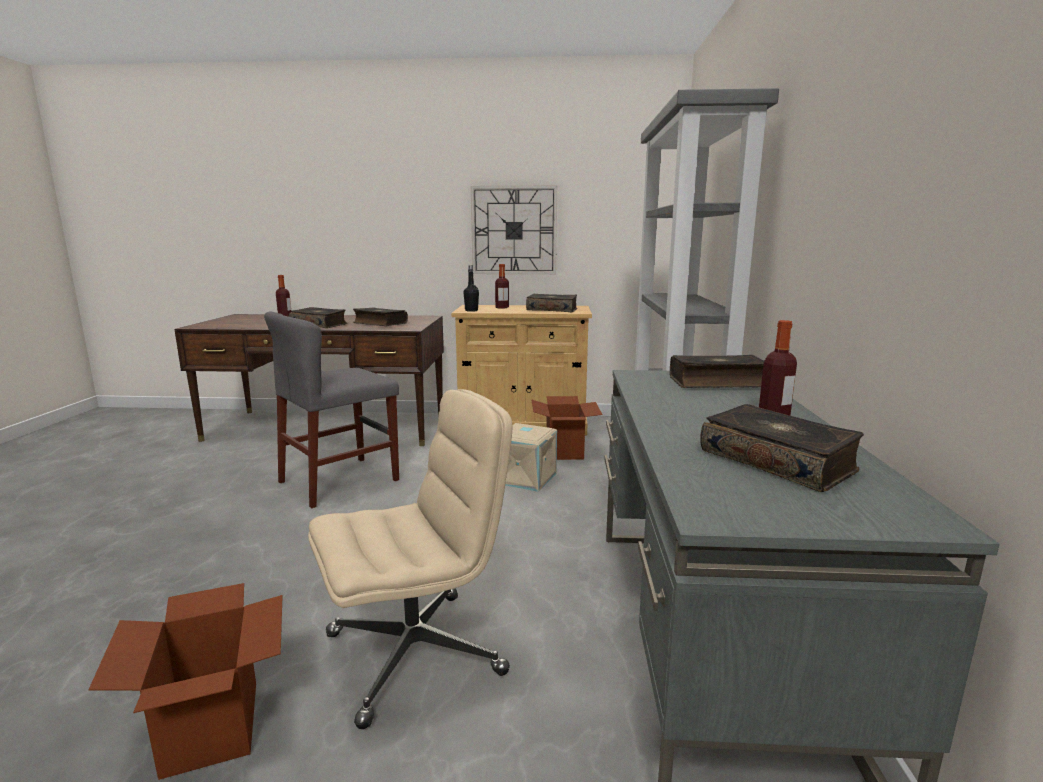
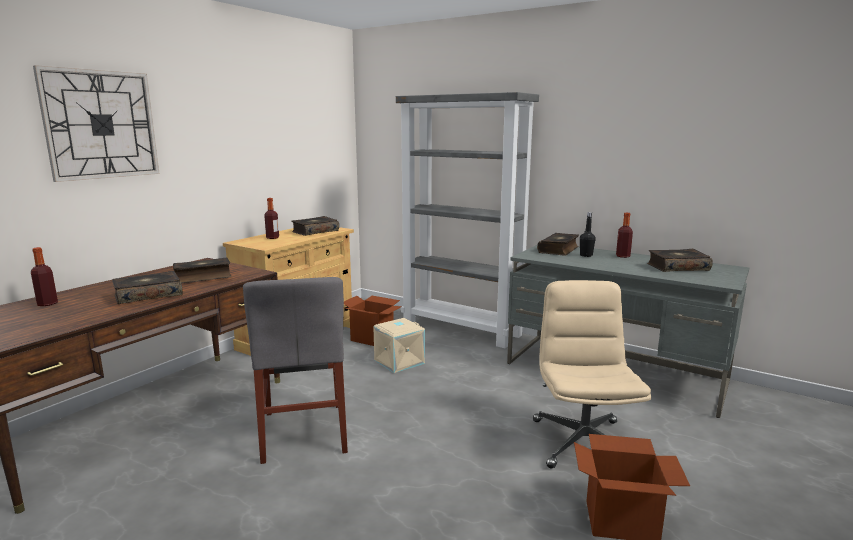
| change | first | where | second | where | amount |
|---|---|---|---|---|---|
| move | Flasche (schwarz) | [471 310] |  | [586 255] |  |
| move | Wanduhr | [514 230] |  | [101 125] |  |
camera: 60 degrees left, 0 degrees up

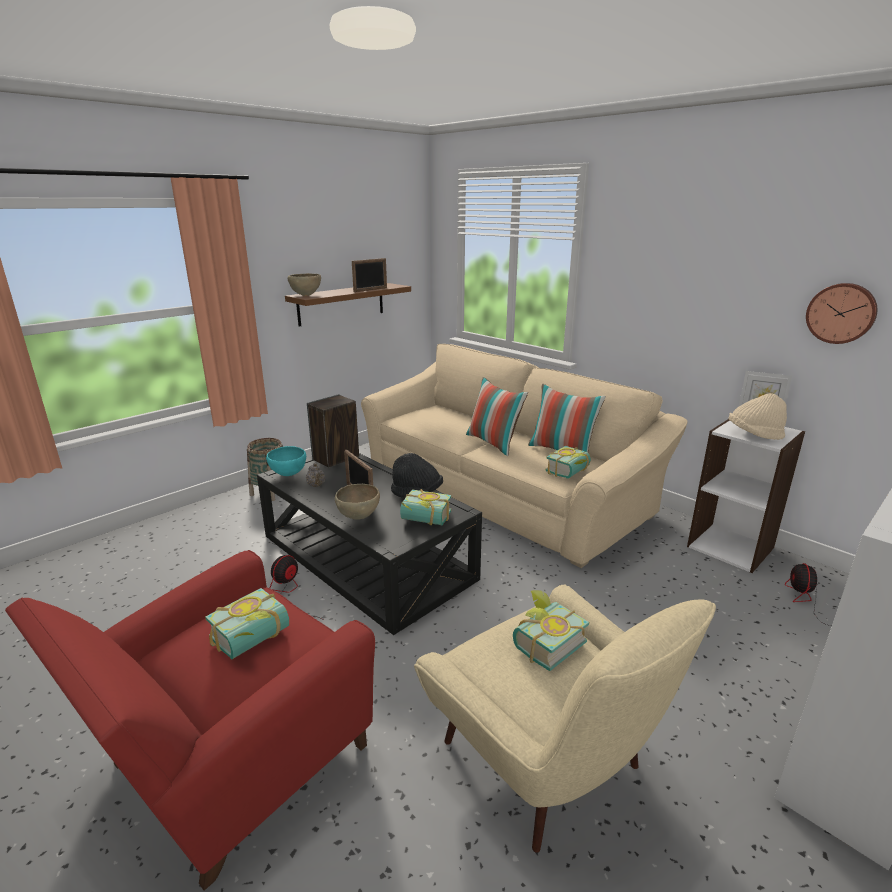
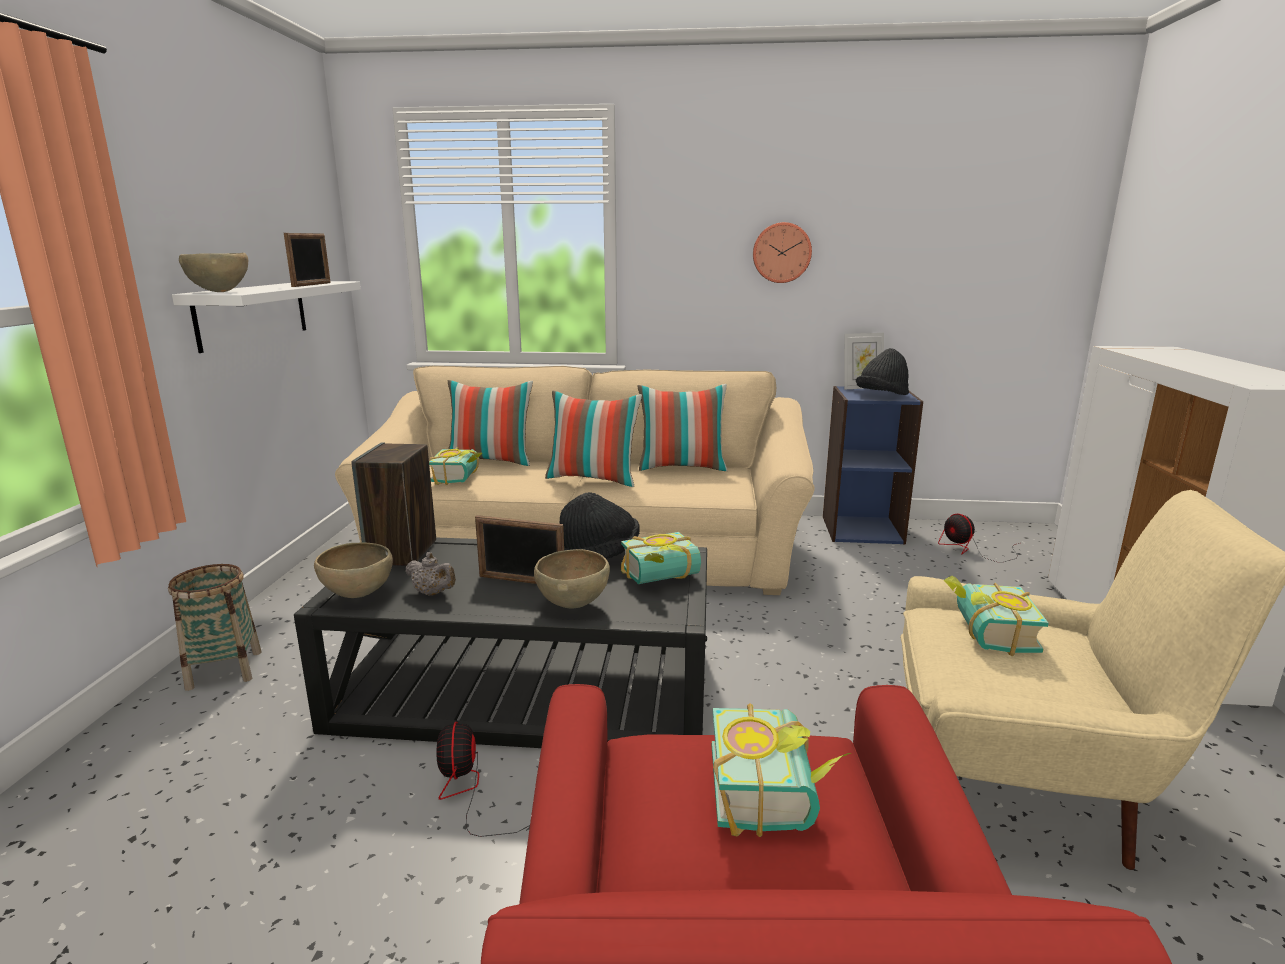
| change | first | where | second | where | amount |
|---|---|---|---|---|---|
| recolor | Schüssel (türkis) | [288 475] | Schüssel (braun) | [358 595] |  |
| recolor | Wandregal (braun) | [341 304] | Wandregal (weiß) | [253 313] |  |
| move | Buch | [571 472] |  | [461 478] |  |
| recolor | Bücherregal (weiß) | [731 547] | Bücherregal (blau) | [862 529] |  |
| recolor | Hut (beige) | [754 435] | Hut (schwarz) | [882 396] |  |
| move | Wanduhr | [841 313] |  | [781 252] |  |
| insert |  |  | Kissen | [491 461] |  |
camera: 40 degrees left, 5 degrees down

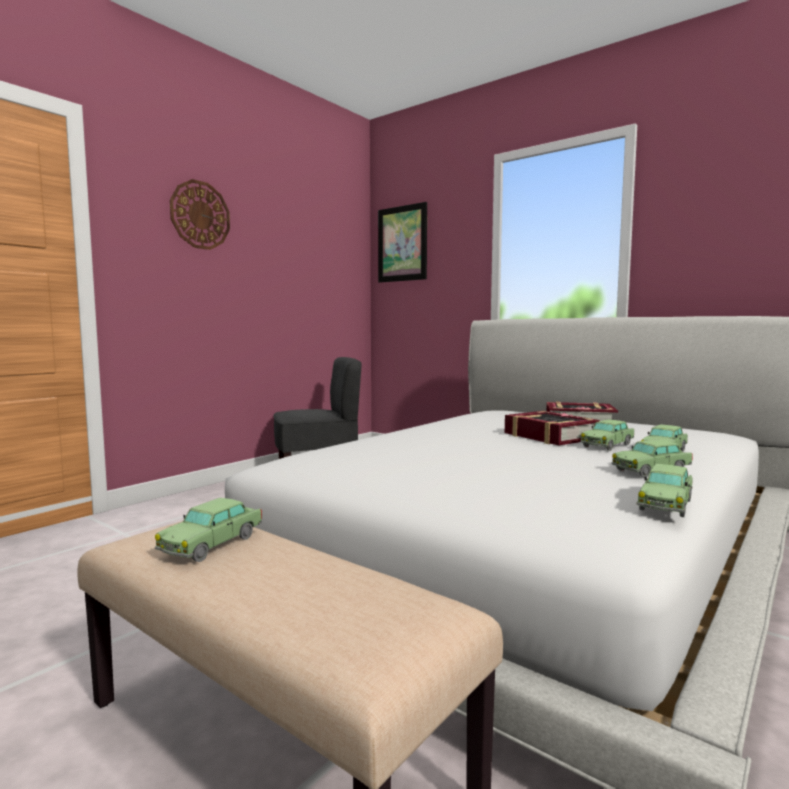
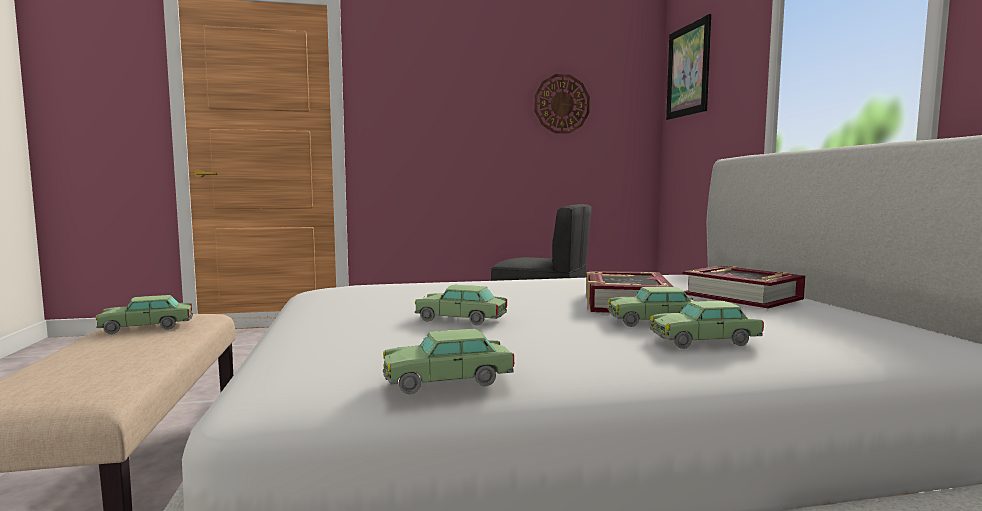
| change | first | where | second | where | amount |
|---|---|---|---|---|---|
| move | Wanduhr | [200 215] |  | [561 104] |  |
| move | Spielzeugauto | [651 471] |  | [461 319] |  |
camera: 40 degrees right, 0 degrees up

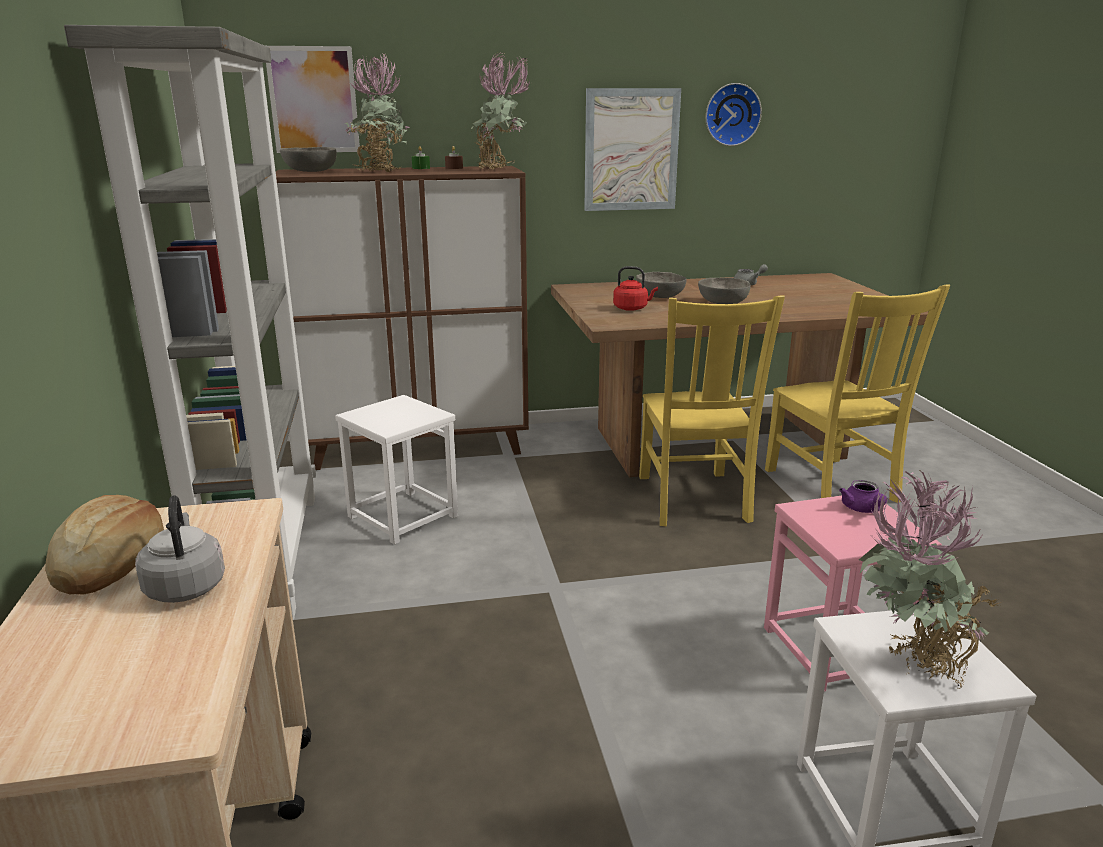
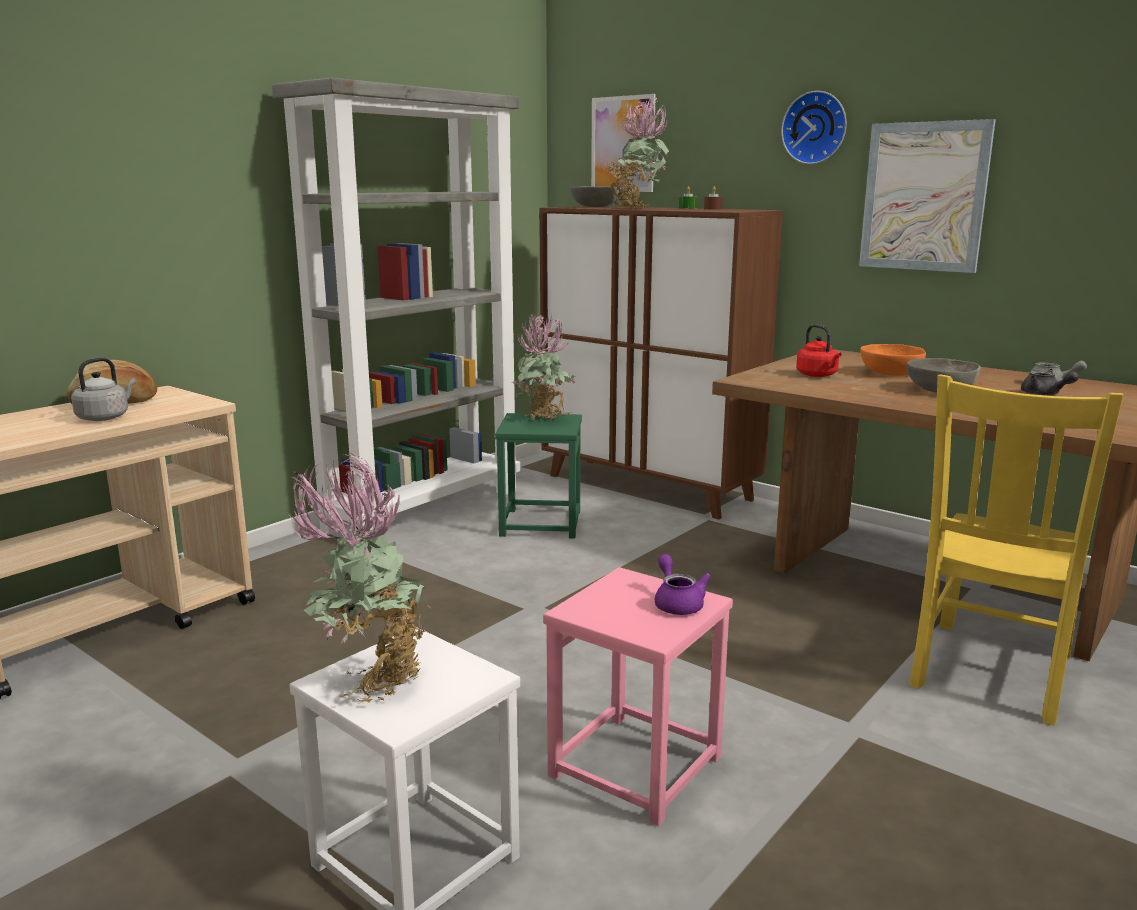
| change | first | where | second | where | amount |
|---|---|---|---|---|---|
| recolor | Hocker (weiß) | [402 516] | Hocker (grün) | [540 523] |  |
| move | Topfpflanze | [501 170] |  | [544 421] |  |
| recolor | Schüssel (grau) | [659 296] | Schüssel (orange) | [889 373] |  |
| delete | Stuhl (gelb) | [693 500] |  |  |  |
| move | Wanduhr | [731 114] |  | [815 128] |  |
| rotate | Teekanne (lila) | [863 509] |  | [677 603] | 120 degrees clockwise |
| insert |  |  | Teekanne (grau) | [1044 394] |  |
camera: 50 degrees right, 5 degrees down

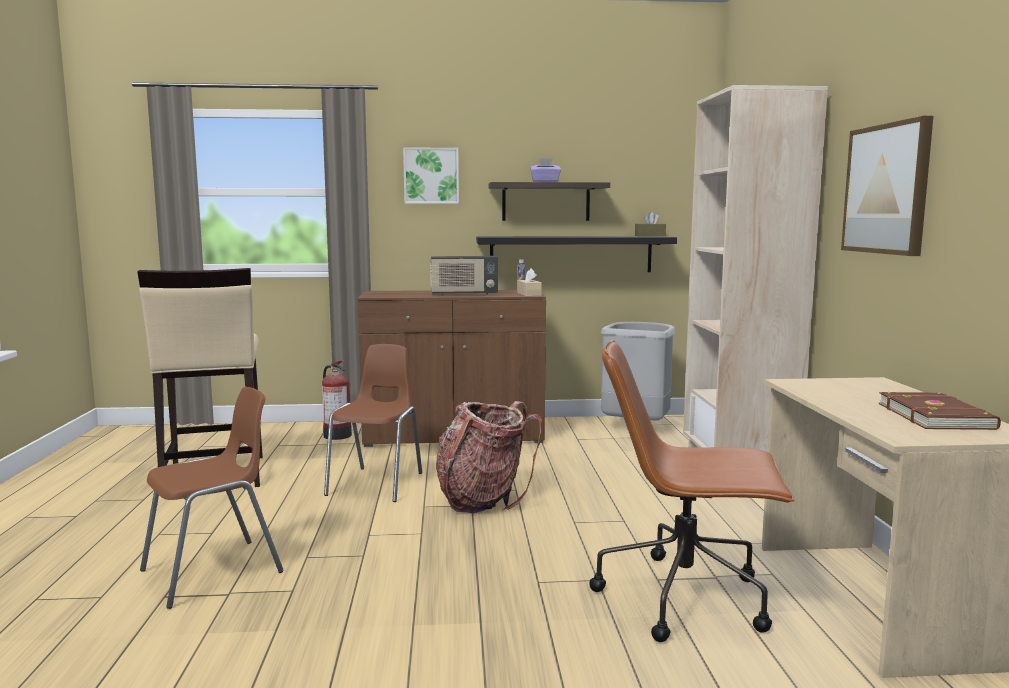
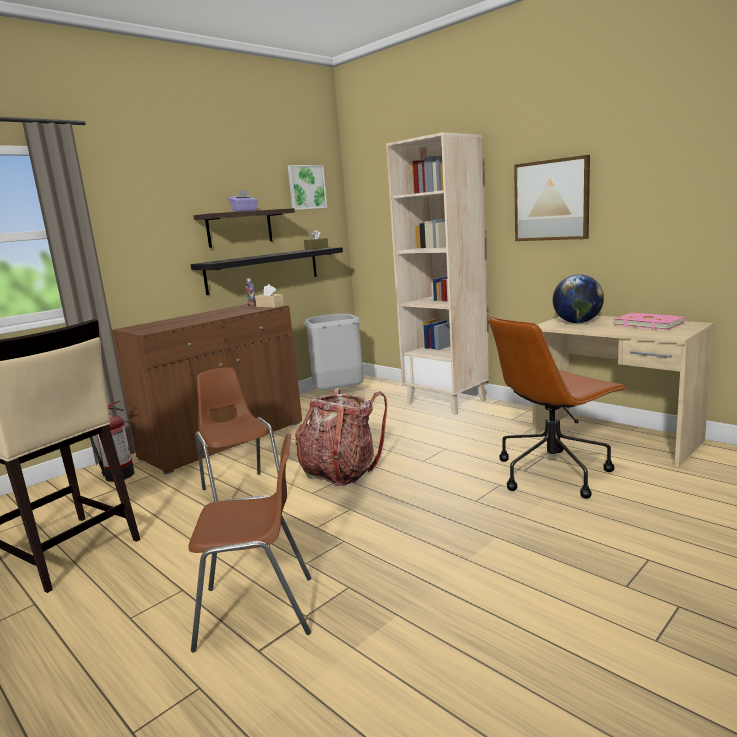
| change | first | where | second | where | amount |
|---|---|---|---|---|---|
| rotate | Stuhl (braun) | [214 572] |  | [257 611] | 75 degrees clockwise |
| move | Bild | [431 176] |  | [306 187] |  |
| delete | Radio | [463 294] |  |  |  |
| recolor | Buch (braun) | [936 416] | Buch (rosa) | [648 324] |  |
| insert |  |  | Globus | [577 322] |  |
camera: 40 degrees left, 5 degrees up

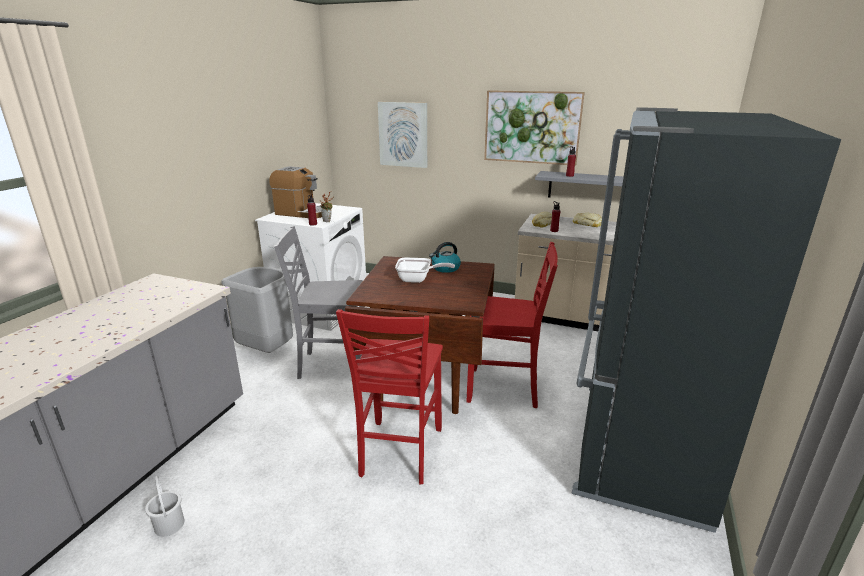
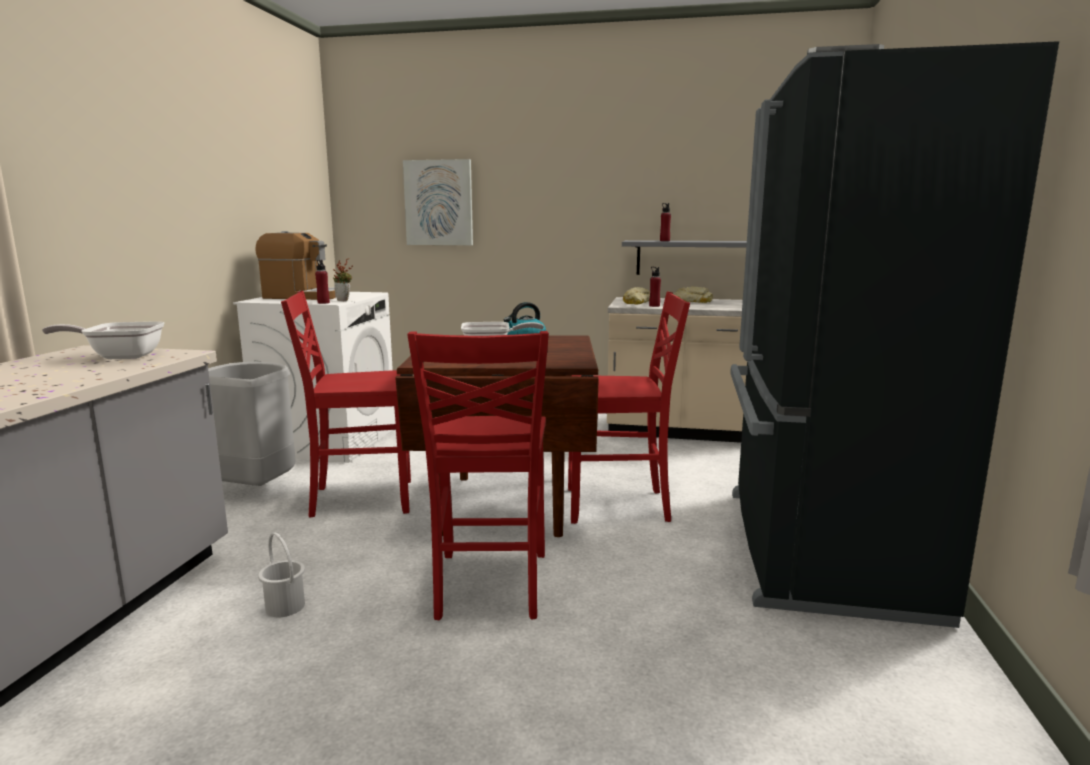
| change | first | where | second | where | amount |
|---|---|---|---|---|---|
| move | Eimer (weiß) | [169 525] |  | [284 607] |  |
| recolor | Stuhl (grau) | [332 365] | Stuhl (rot) | [360 499] |  |
| delete | Bild | [532 127] |  |  |  |
| insert |  |  | Pfanne | [120 356] |  |
camera: 10 degrees left, 10 degrees down

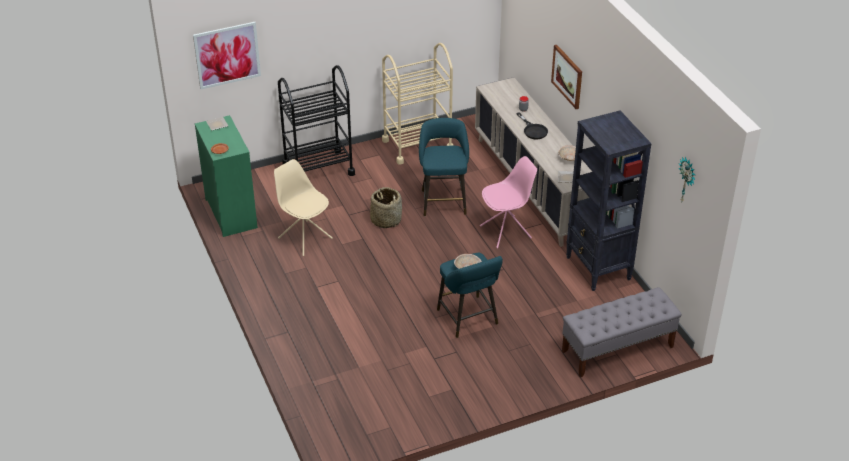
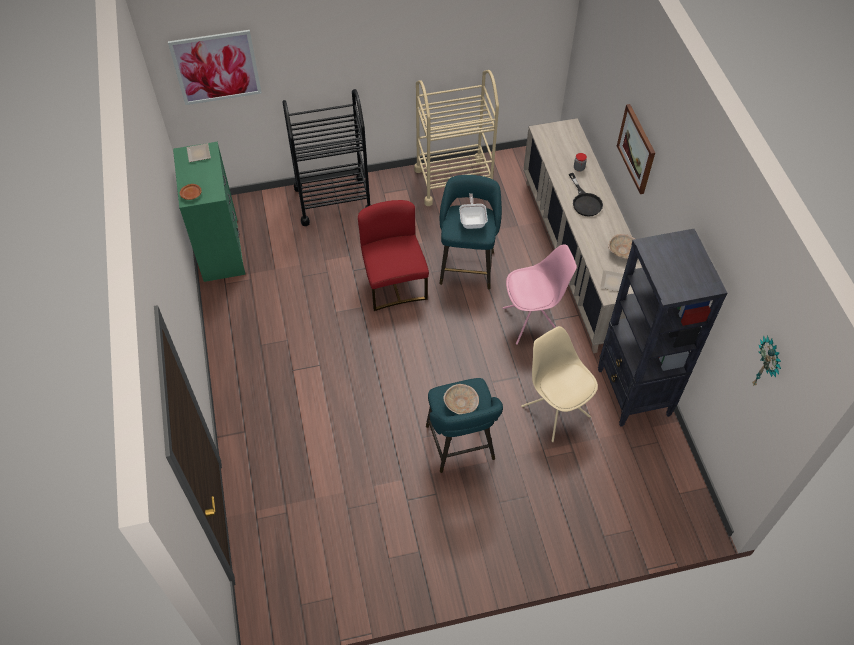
| change | first | where | second | where | amount |
|---|---|---|---|---|---|
| move | Stuhl (beige) | [304 237] |  | [554 410] |  |
| replace | Korb | [386 220] | Stuhl (rot) | [394 283] |  |
| delete | Bank (grau) | [617 349] |  |  |  |
| insert |  |  | Pfanne | [472 220] |  |
camera: 10 degrees right, 15 degrees up

